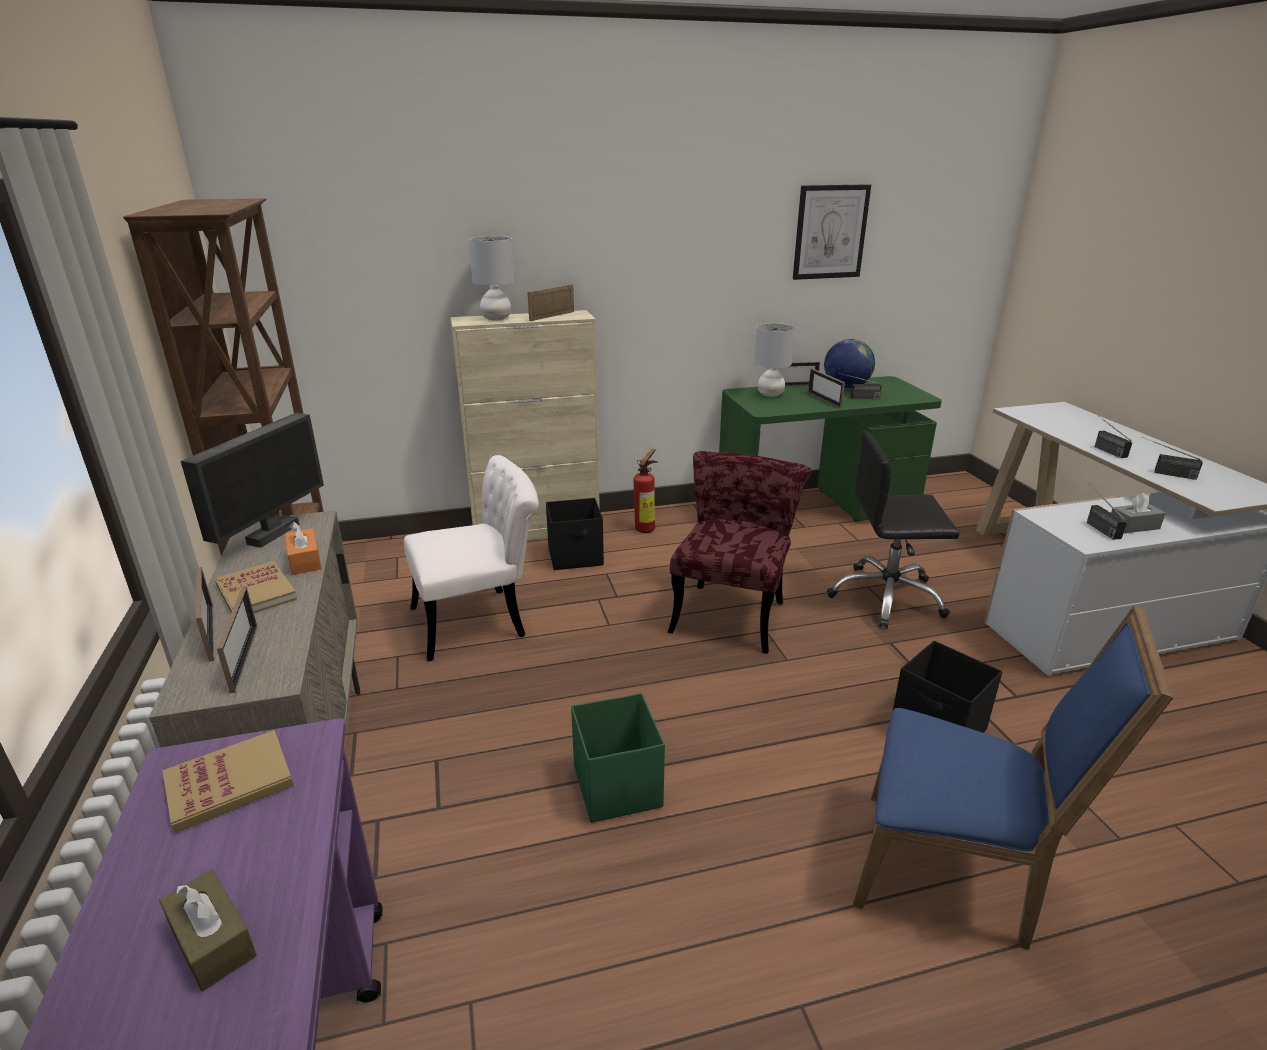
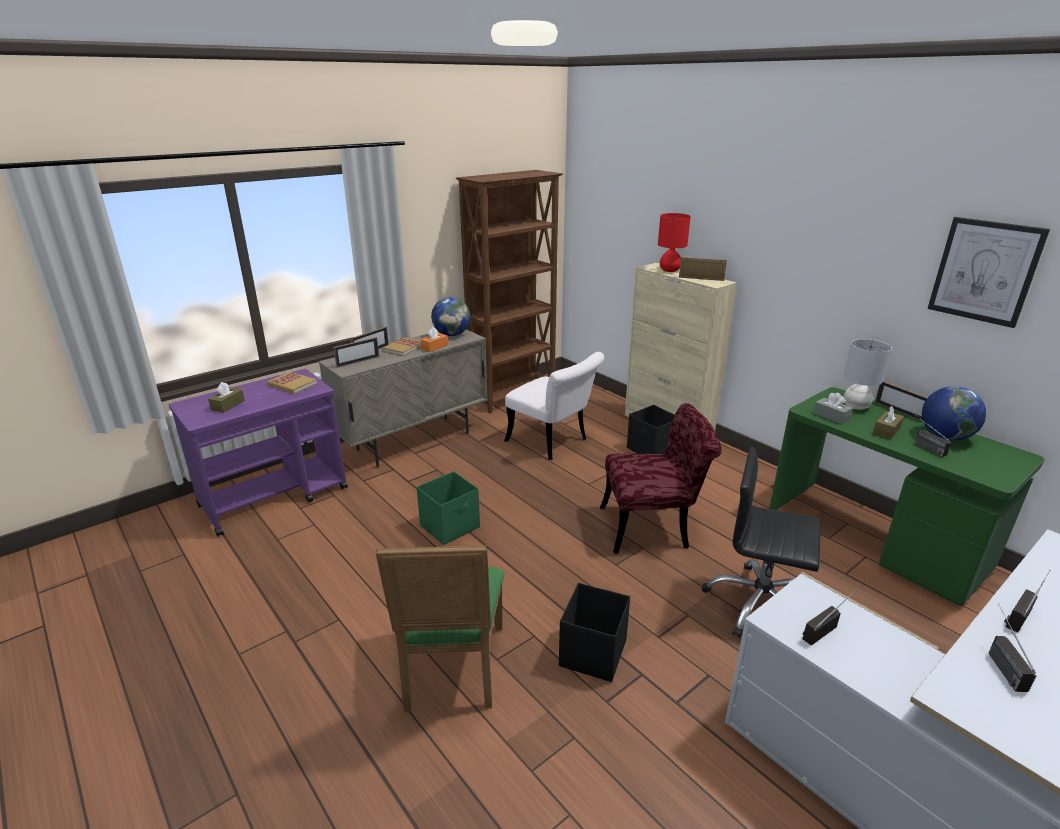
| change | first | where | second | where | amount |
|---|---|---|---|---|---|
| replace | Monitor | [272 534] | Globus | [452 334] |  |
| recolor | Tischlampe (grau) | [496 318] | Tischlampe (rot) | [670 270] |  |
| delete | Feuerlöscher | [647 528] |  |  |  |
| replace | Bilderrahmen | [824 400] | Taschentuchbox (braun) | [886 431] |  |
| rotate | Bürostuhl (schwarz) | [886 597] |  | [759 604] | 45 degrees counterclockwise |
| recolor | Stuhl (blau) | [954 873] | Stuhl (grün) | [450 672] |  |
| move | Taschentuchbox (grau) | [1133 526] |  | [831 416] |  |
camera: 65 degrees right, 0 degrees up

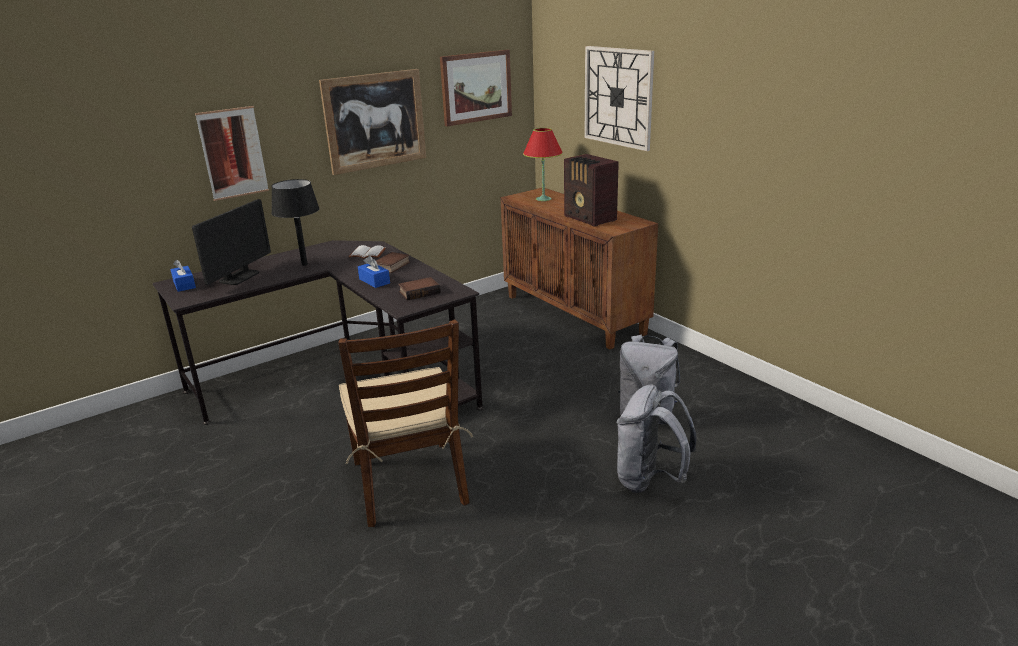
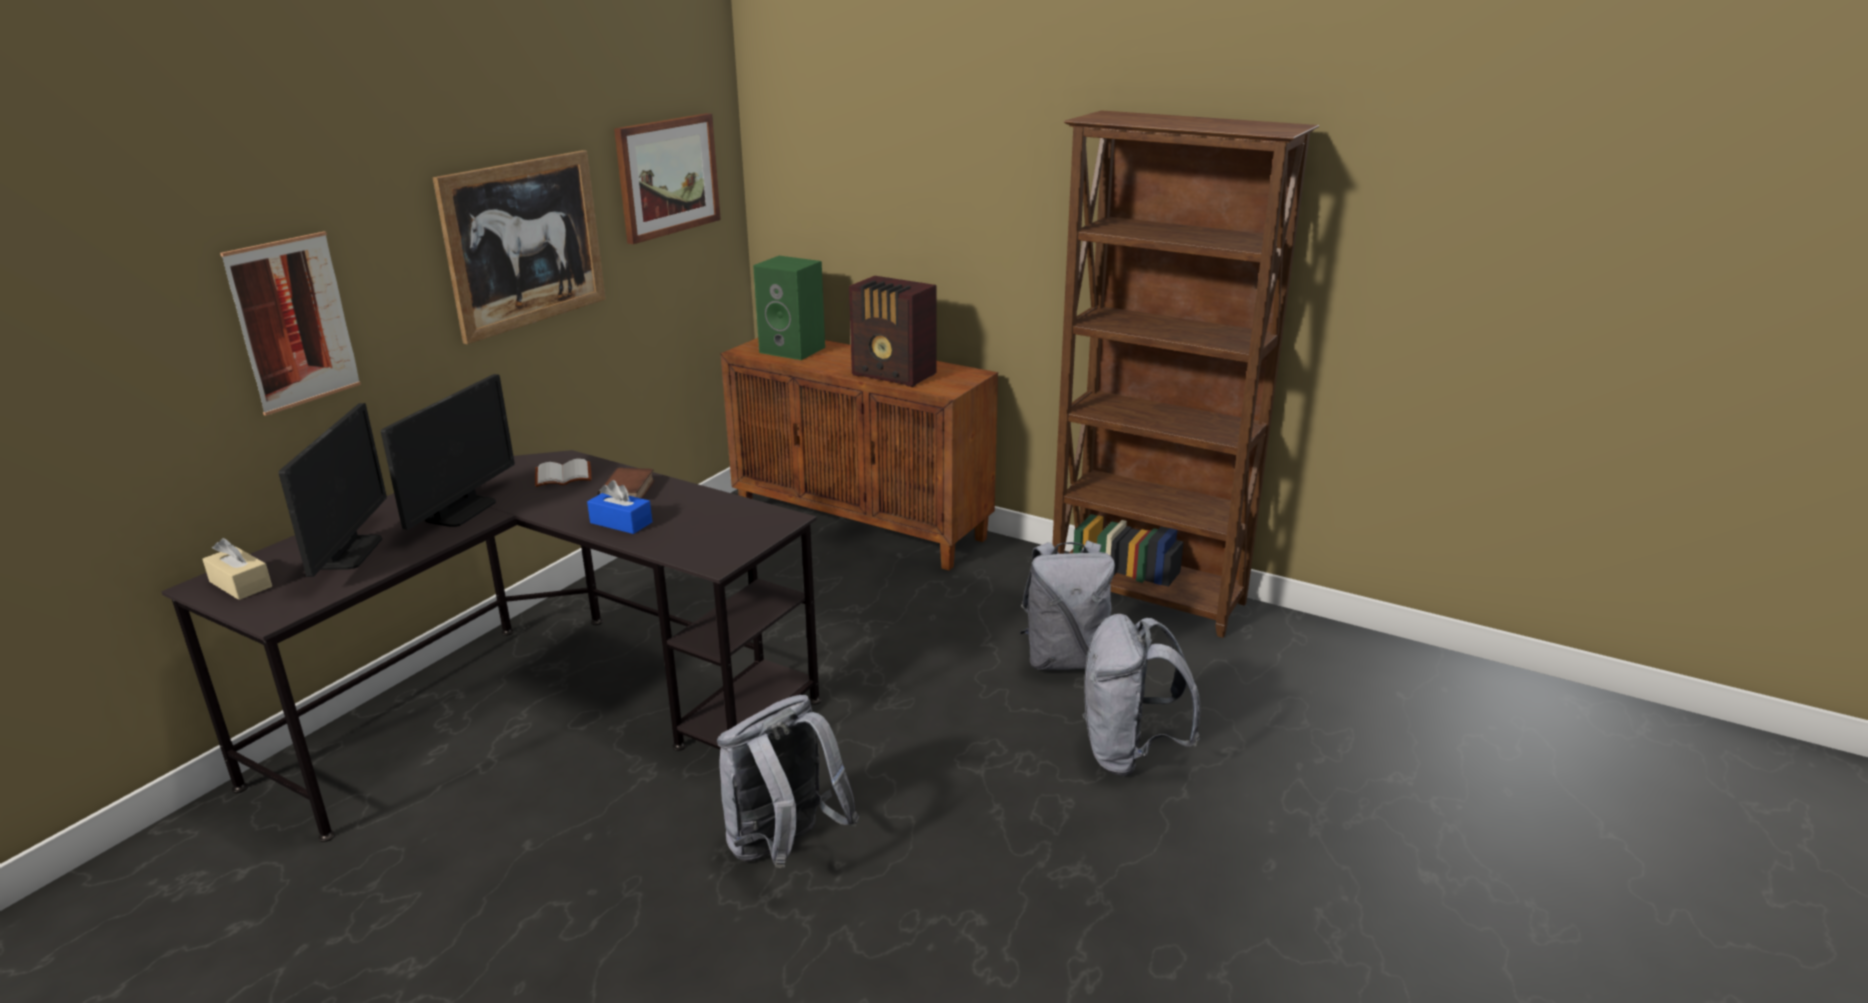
| change | first | where | second | where | amount |
|---|---|---|---|---|---|
| recolor | Taschentuchbox (blau) | [184 284] | Taschentuchbox (beige) | [240 584] |  |
| replace | Tischlampe (schwarz) | [304 264] | Monitor | [460 511] |  |
| replace | Stuhl (braun) | [409 483] | Rucksack (grau) | [784 848] |  |
| delete | Buch | [420 292] |  |  |  |
| replace | Tischlampe (rot) | [543 199] | Lautsprecher (grün) | [794 350] |  |
| delete | Wanduhr | [618 97] |  |  |  |
| insert |  |  | Bücherregal (braun) | [1148 598] |  |
camera: 25 degrees left, 0 degrees up

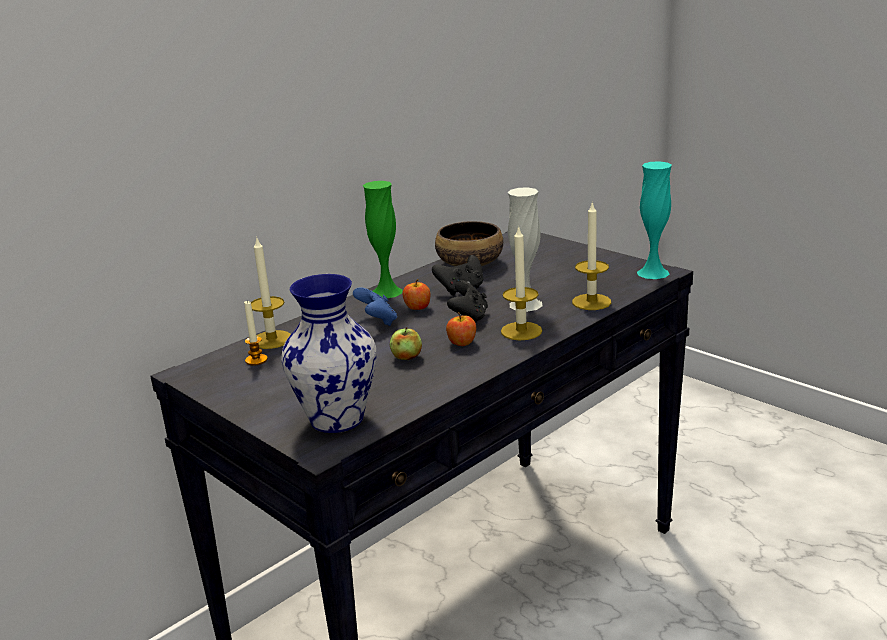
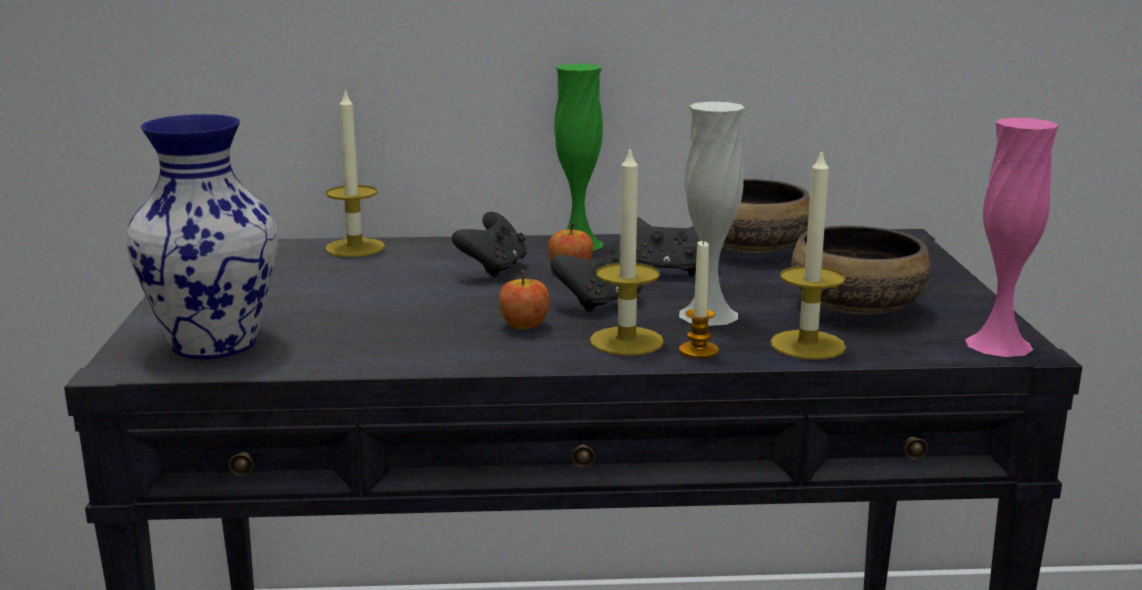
| change | first | where | second | where | amount |
|---|---|---|---|---|---|
| move | Kerze | [256 360] |  | [698 351] |  |
| recolor | Gamepad (blau) | [377 321] | Gamepad (schwarz) | [493 269] |  |
| delete | Apfel | [406 357] |  |  |  |
| recolor | Vase (türkis) | [653 273] | Vase (rosa) | [998 344] |  |
| insert |  |  | Schüssel | [854 306] |  |
camera: 40 degrees right, 5 degrees down

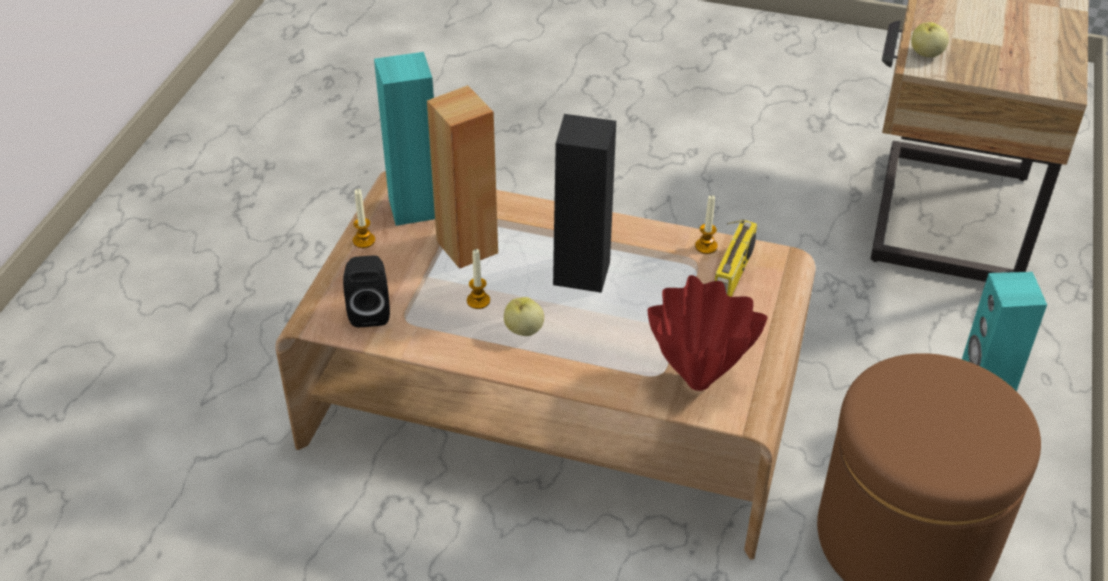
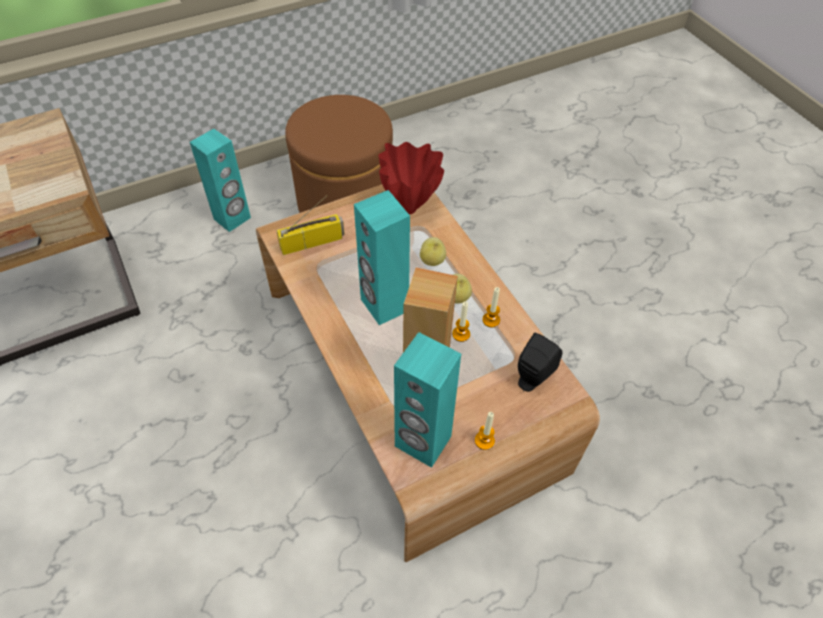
| change | first | where | second | where | amount |
|---|---|---|---|---|---|
| recolor | Lautsprecher (schwarz) | [581 273] | Lautsprecher (türkis) | [384 305] |  |
| move | Kerze | [706 246] |  | [491 320] |  |
| move | Apfel | [926 54] |  | [432 260] |  |
camera: 135 degrees left, 10 degrees up

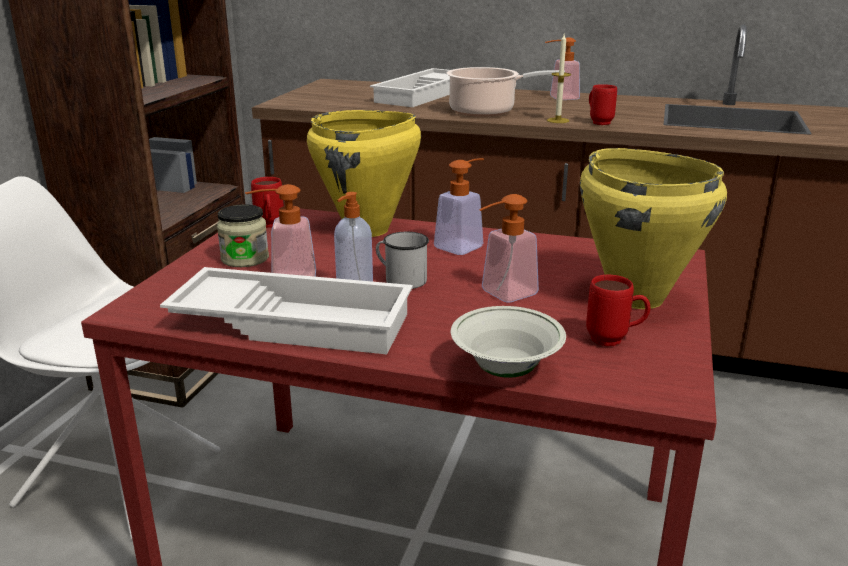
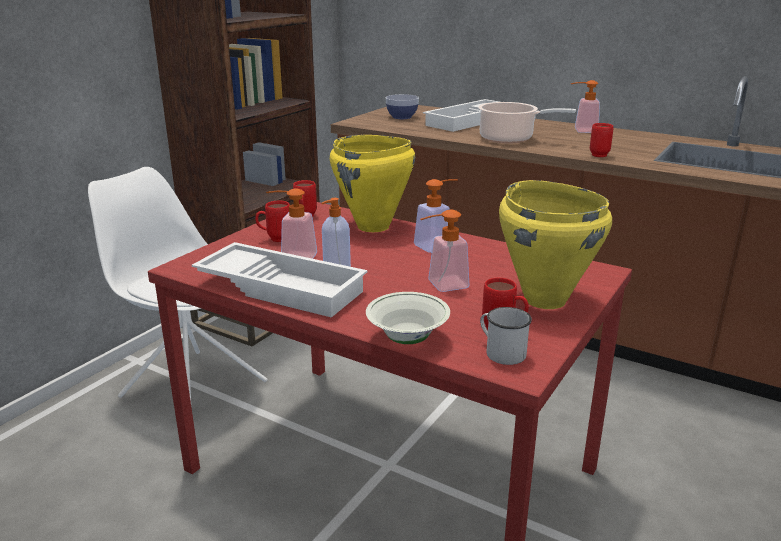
| change | first | where | second | where | amount |
|---|---|---|---|---|---|
| replace | Vorratsglas | [245 258] | Henkelbecher (rot) | [274 239] |  |
| move | Henkelbecher (weiß) | [400 279] |  | [500 352] |  |
| delete | Kerze | [558 120] |  |  |  |
| insert |  |  | Schüssel | [401 117] |  |
camera: 15 degrees right, 0 degrees up

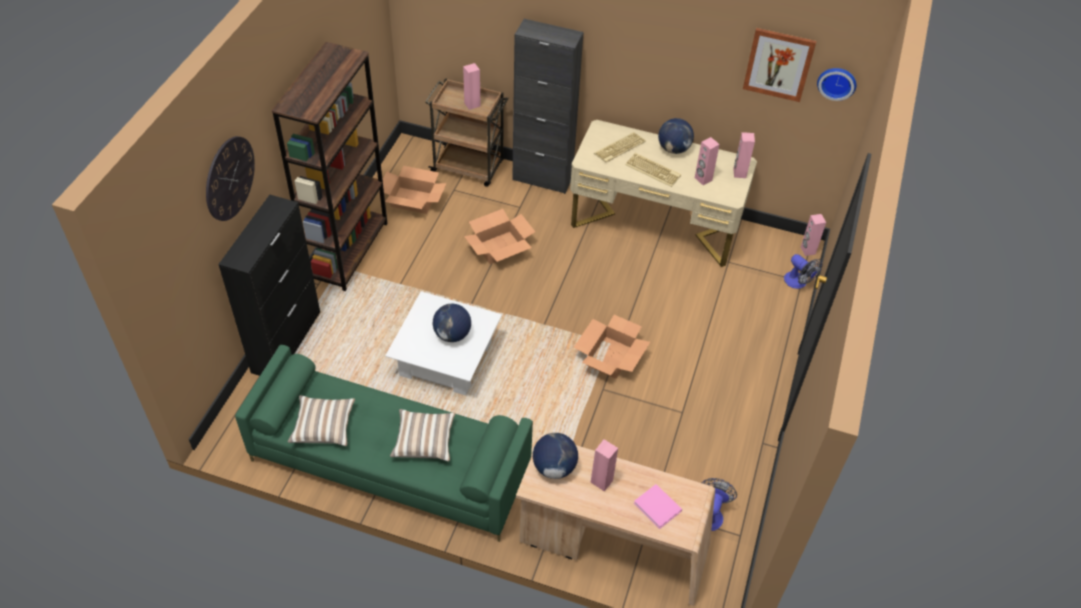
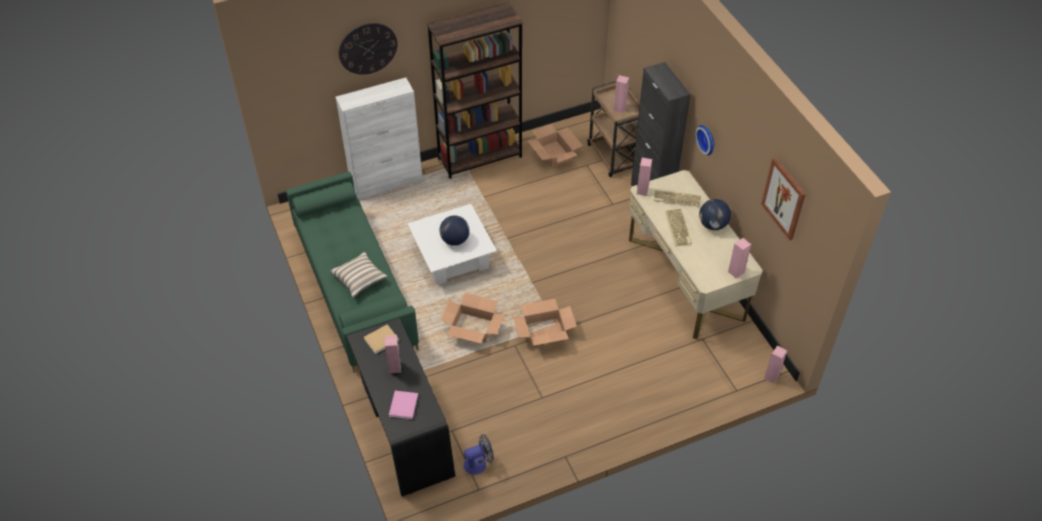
| change | first | where | second | where | amount |
|---|---|---|---|---|---|
| recolor | Schrank (schwarz) | [287 341] | Schrank (weiß) | [387 183] |  |
| delete | Kissen | [323 427] |  |  |  |
| move | Karton | [499 247] |  | [473 328] |  |
| recolor | Schreibtisch (beige) | [612 546] | Schreibtisch (schwarz) | [404 428] |  |
| replace | Globus | [554 467] | Buch (beige) | [382 339] |  |
| move | Lautsprecher (rosa) | [703 179] |  | [642 191] |  |
| delete | Ventilator | [798 283] |  |  |  |
| move | Wanduhr | [837 82] |  | [707 139] |  |
camera: 50 degrees right, 0 degrees up

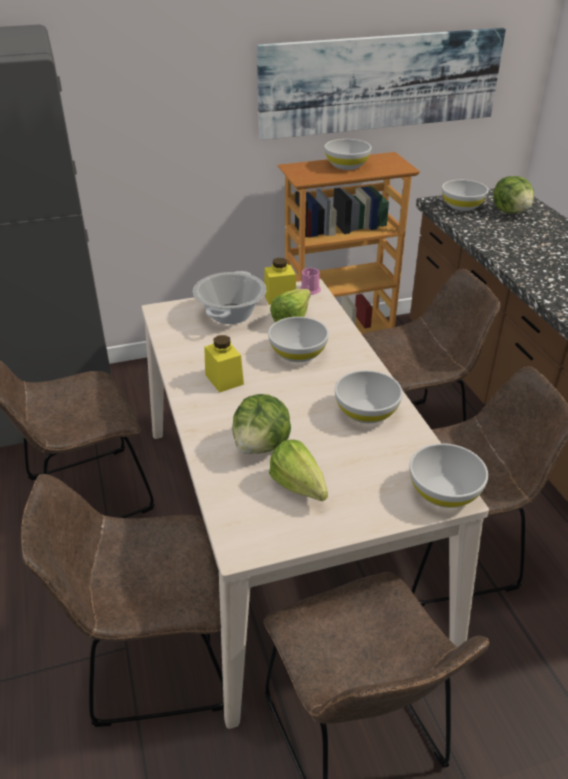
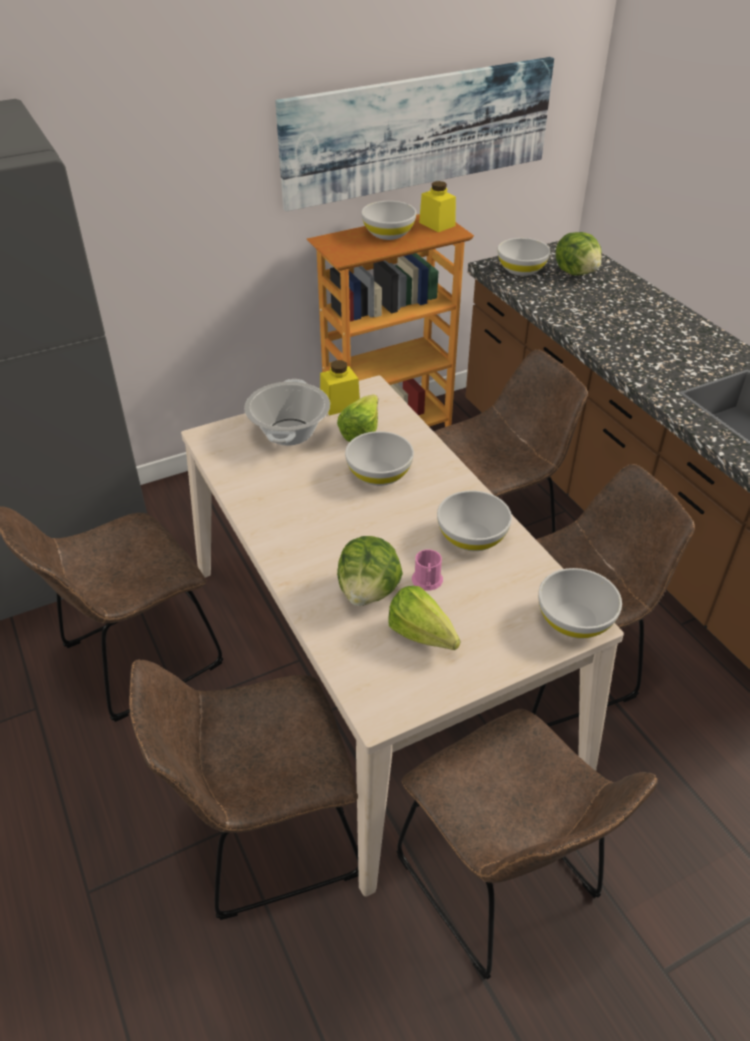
| change | first | where | second | where | amount |
|---|---|---|---|---|---|
| move | Vorratsglas (gelb) | [224 379] |  | [437 224] |  |
| move | Henkelbecher (rosa) | [309 291] |  | [427 582] |  |
camera: 10 degrees left, 5 degrees up

